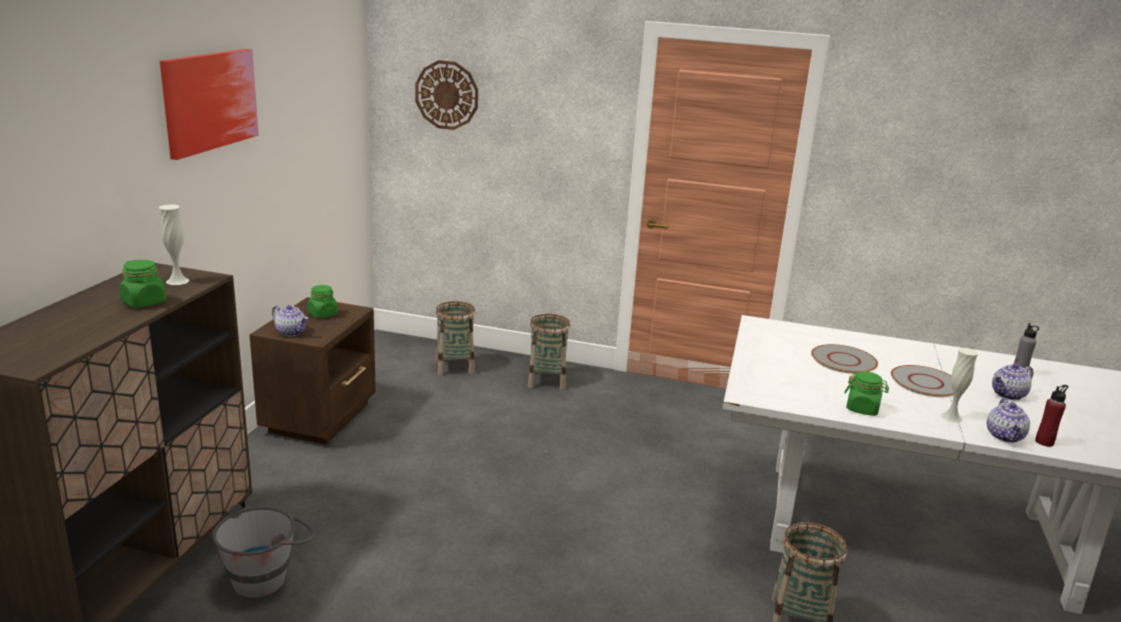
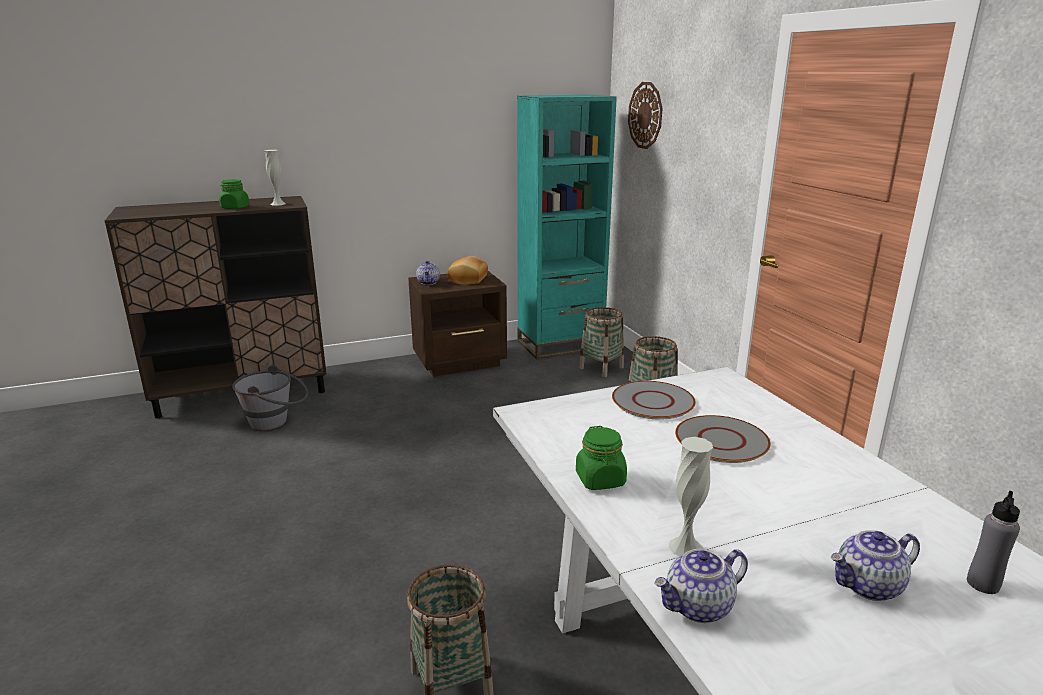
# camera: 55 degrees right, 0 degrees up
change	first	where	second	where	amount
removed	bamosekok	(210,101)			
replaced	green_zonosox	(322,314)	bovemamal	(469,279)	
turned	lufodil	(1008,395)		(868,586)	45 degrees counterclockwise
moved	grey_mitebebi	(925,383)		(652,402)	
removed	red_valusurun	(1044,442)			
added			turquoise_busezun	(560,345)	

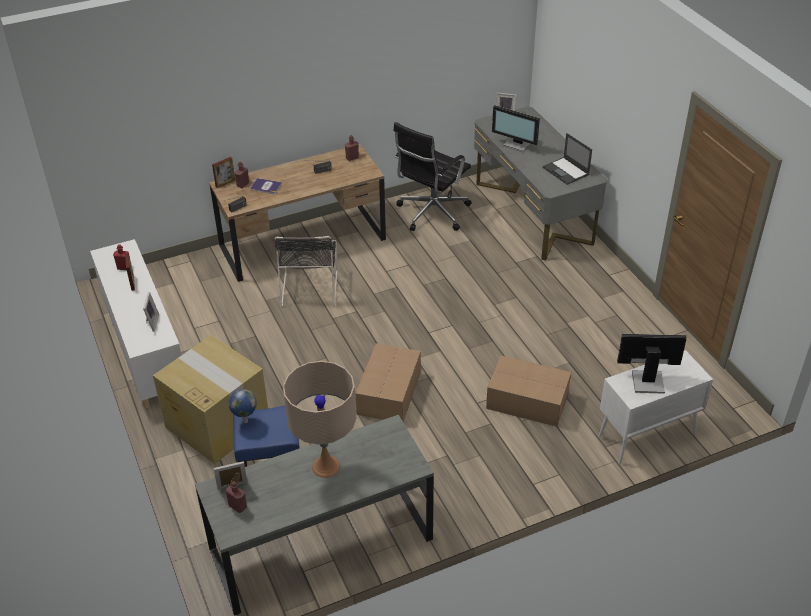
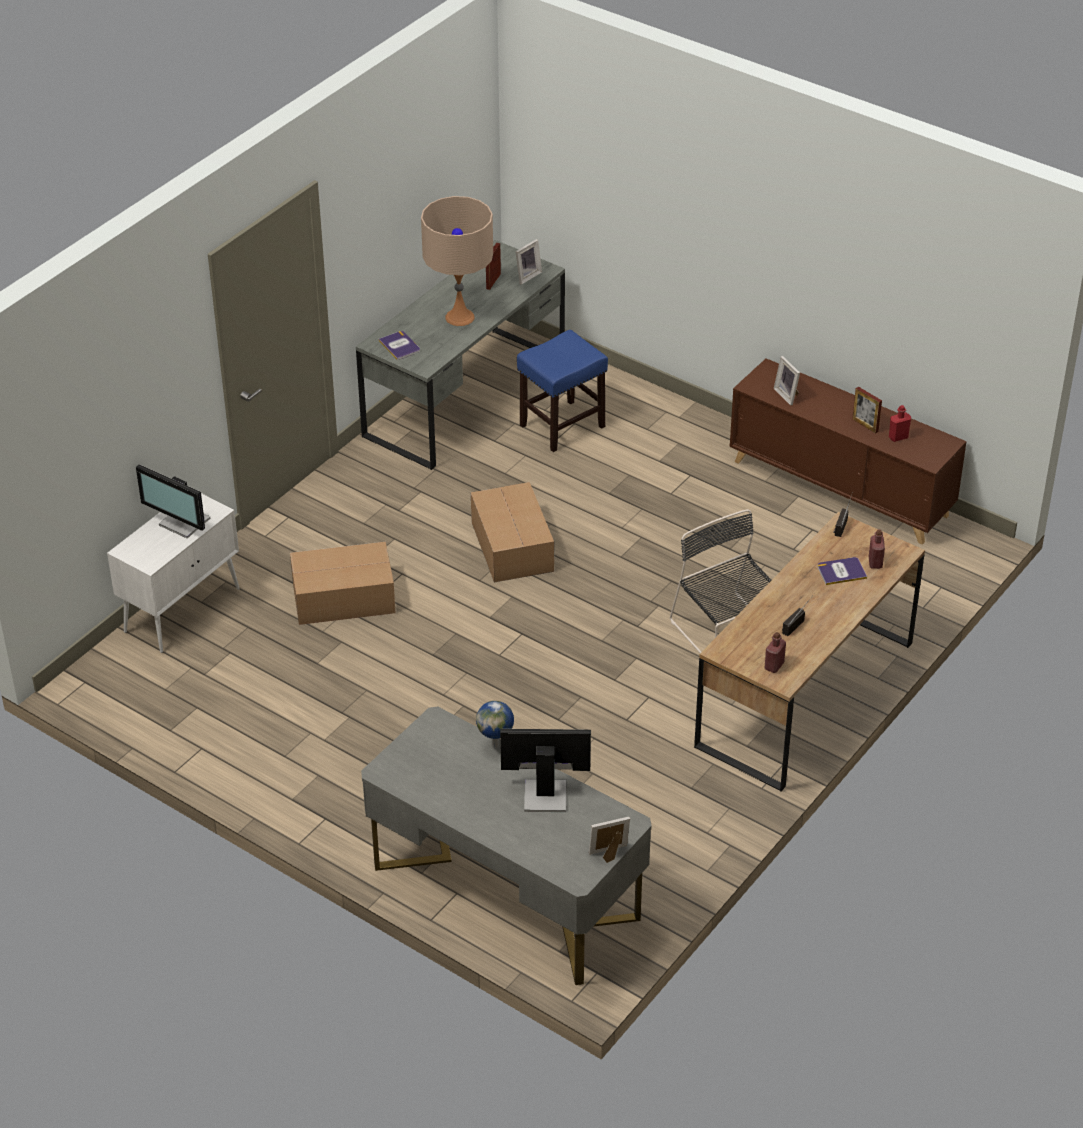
# camera: 150 degrees right, 0 degrees up
change	first	where	second	where	amount
removed	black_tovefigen	(431,213)			
removed	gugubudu	(566,171)			
moved	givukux	(225,183)		(493,281)	
recoloured	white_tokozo	(145,347)	brown_tokozo	(841,488)	
turned	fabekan	(647,381)		(183,523)	60 degrees clockwise
removed	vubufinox	(216,423)			
moved	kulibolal	(245,421)		(496,745)	
removed	red_valusurun	(238,506)			
added			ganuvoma	(399,346)	

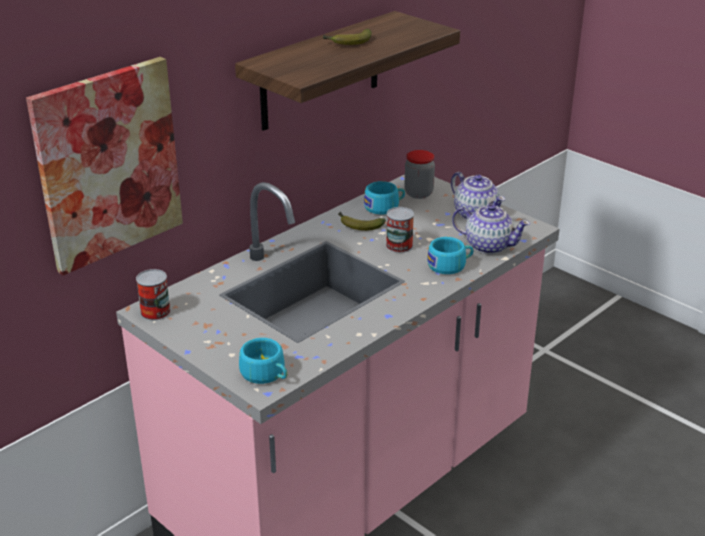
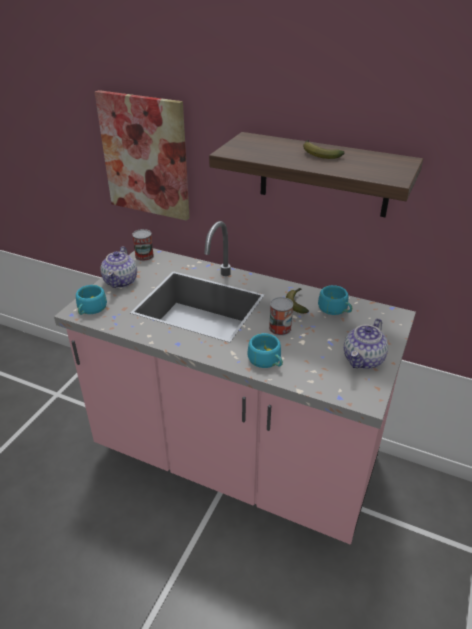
# camera: 70 degrees right, 5 degrees up
change	first	where	second	where	amount
removed	zonosox	(418,193)			
moved	lufodil	(488,245)		(121,281)	

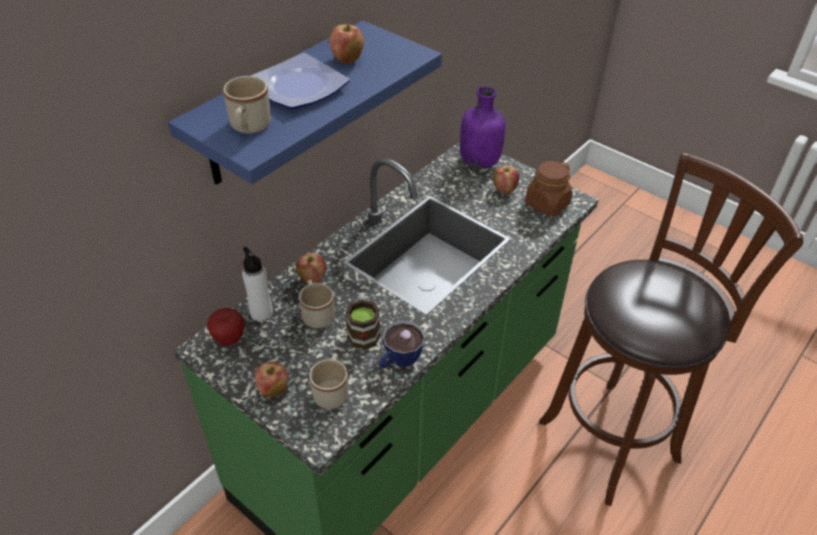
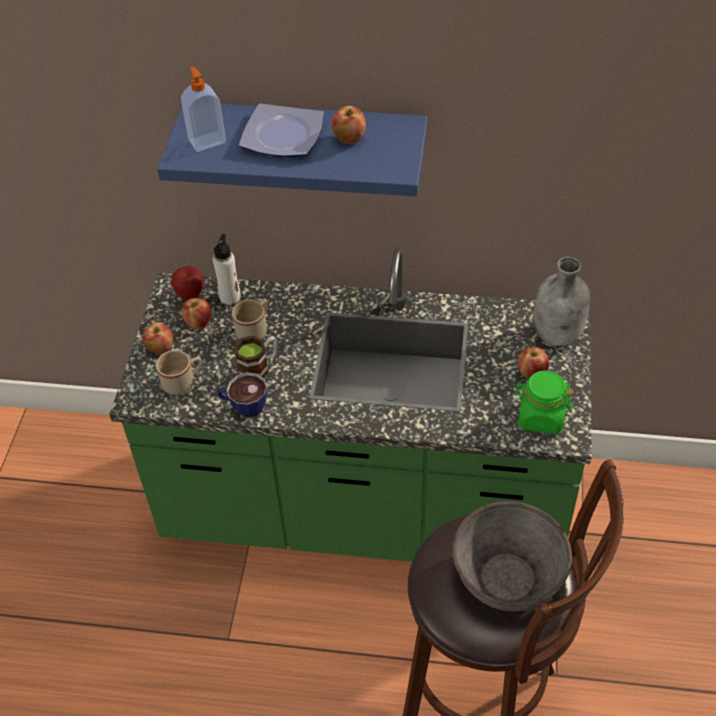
# camera: 60 degrees right, 5 degrees up
change	first	where	second	where	amount
replaced	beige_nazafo	(249,128)	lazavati	(207,141)	
recoloured	purple_valusurun	(480,161)	grey_valusurun	(558,334)	
recoloured	brown_zonosox	(547,204)	green_zonosox	(540,417)	
moved	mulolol	(312,279)		(199,323)	
added			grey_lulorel	(508,578)	

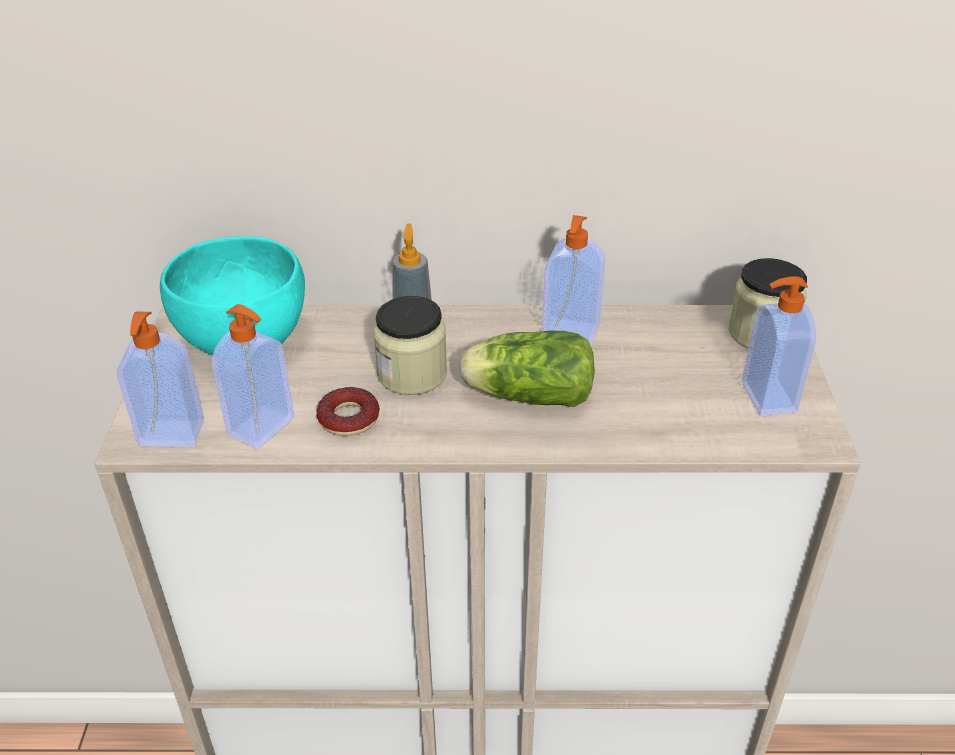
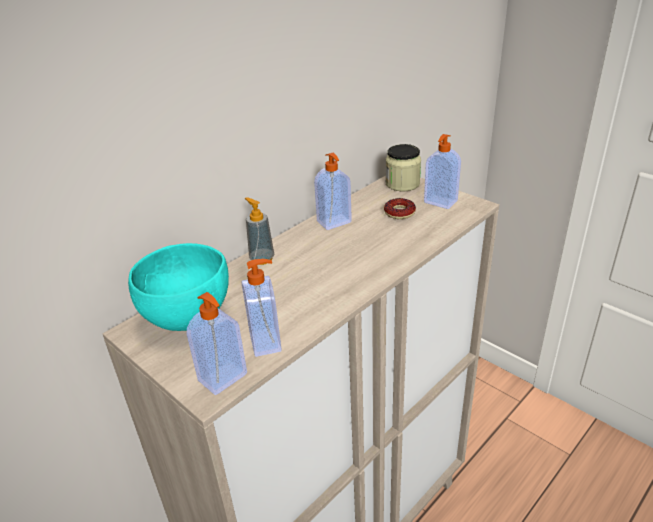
# camera: 45 degrees left, 5 degrees down
change	first	where	second	where	amount
removed	zonosox	(412,374)			
removed	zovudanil	(525,395)			
moved	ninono	(349,418)		(399,212)	

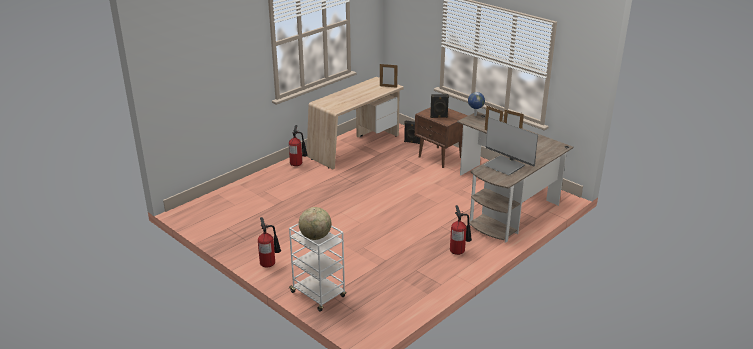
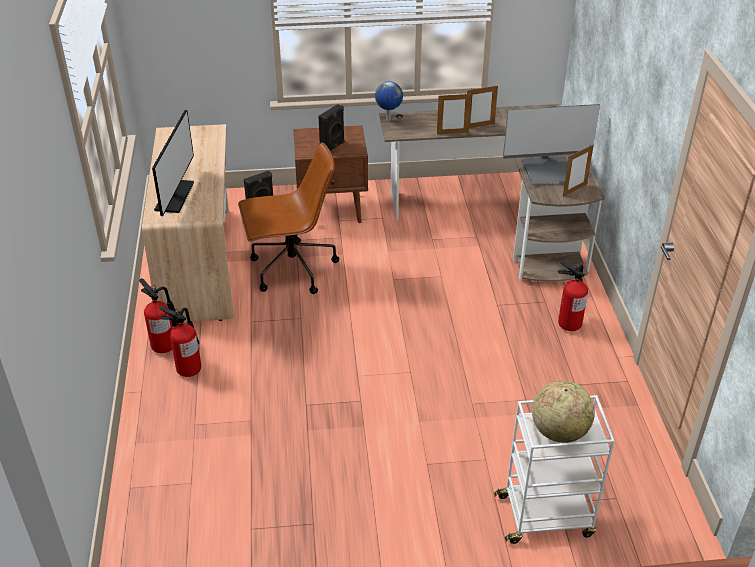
# camera: 50 degrees left, 10 degrees up
change	first	where	second	where	amount
moved	givukux	(388,86)		(574,190)	
moved	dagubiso	(269,263)		(189,368)	
added			fabekan	(174,196)	
added			brown_tovefigen	(291,270)	

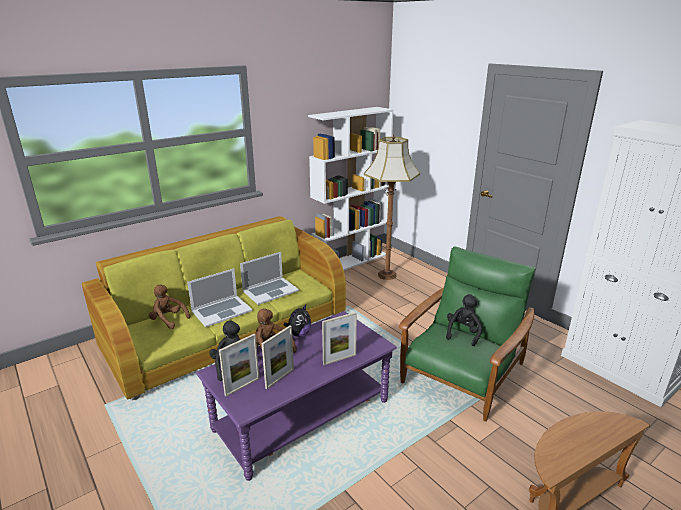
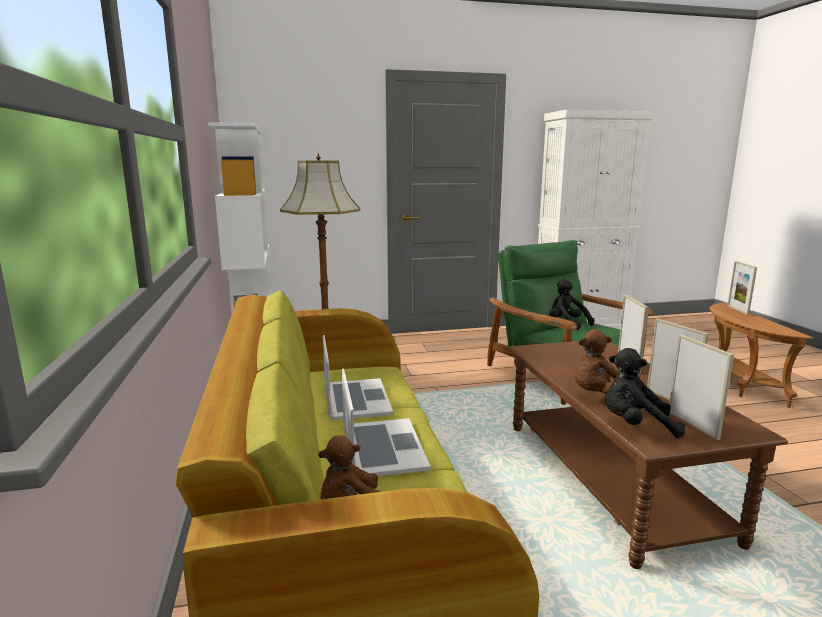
# camera: 65 degrees left, 10 degrees down
change	first	where	second	where	amount
removed	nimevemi	(299,334)			
recoloured	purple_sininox	(303,415)	brown_sininox	(610,478)	
added			givukux	(737,310)	

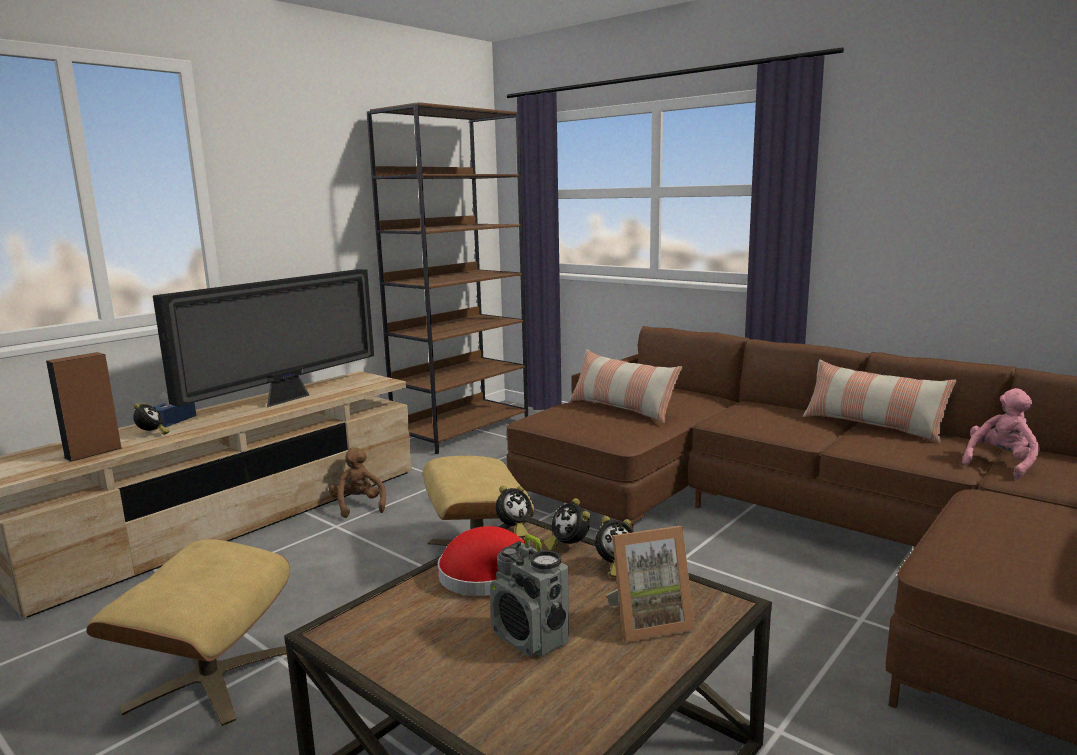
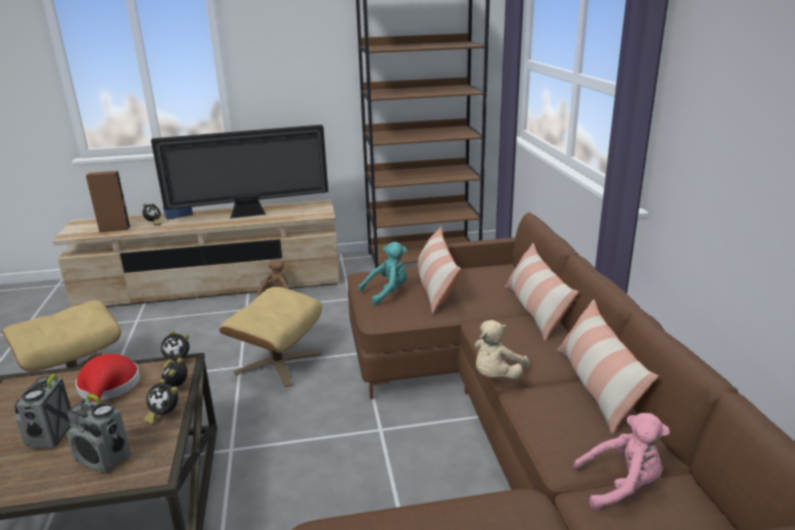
# camera: 40 degrees right, 10 degrees up
change	first	where	second	where	amount
replaced	givukux	(648,621)	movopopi	(104,459)	
added			turquoise_nimevemi	(387,292)	
added			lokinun	(535,310)	
added			beige_nimevemi	(496,376)	

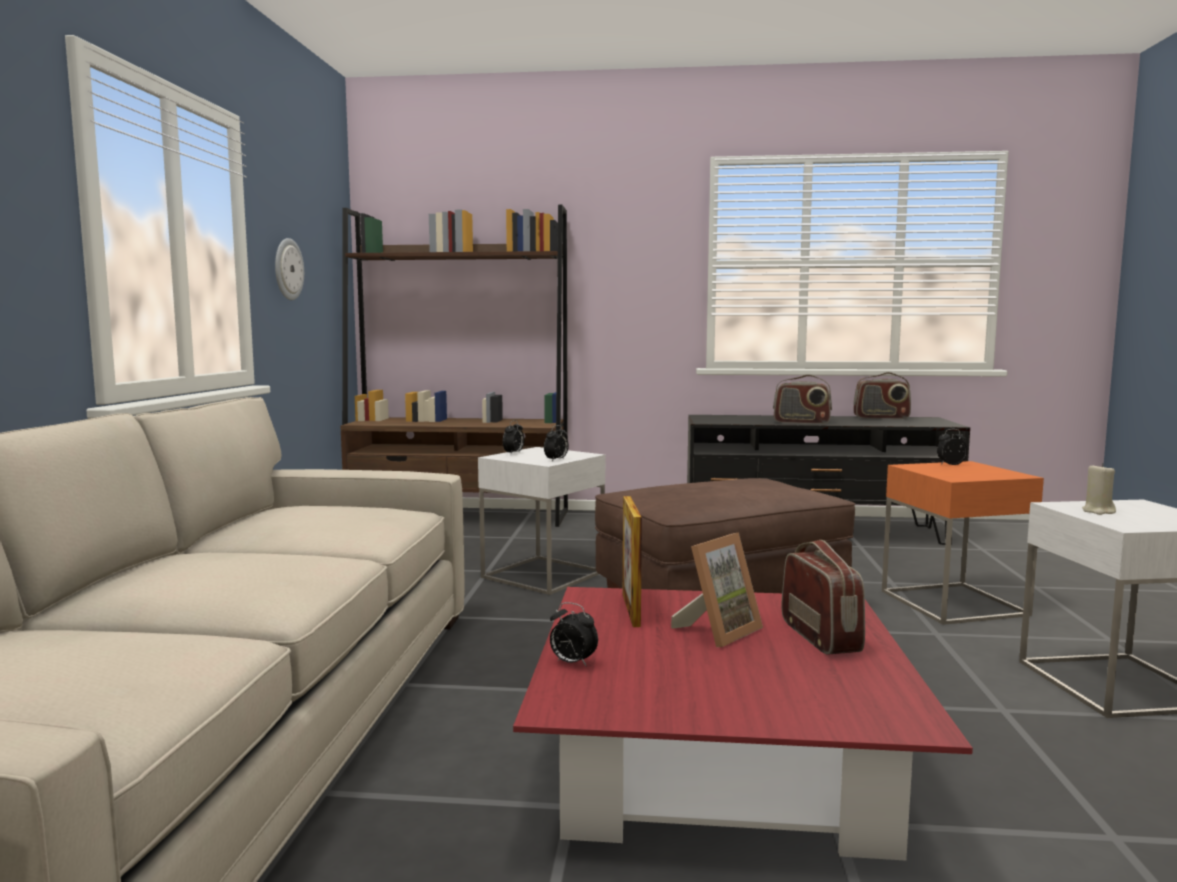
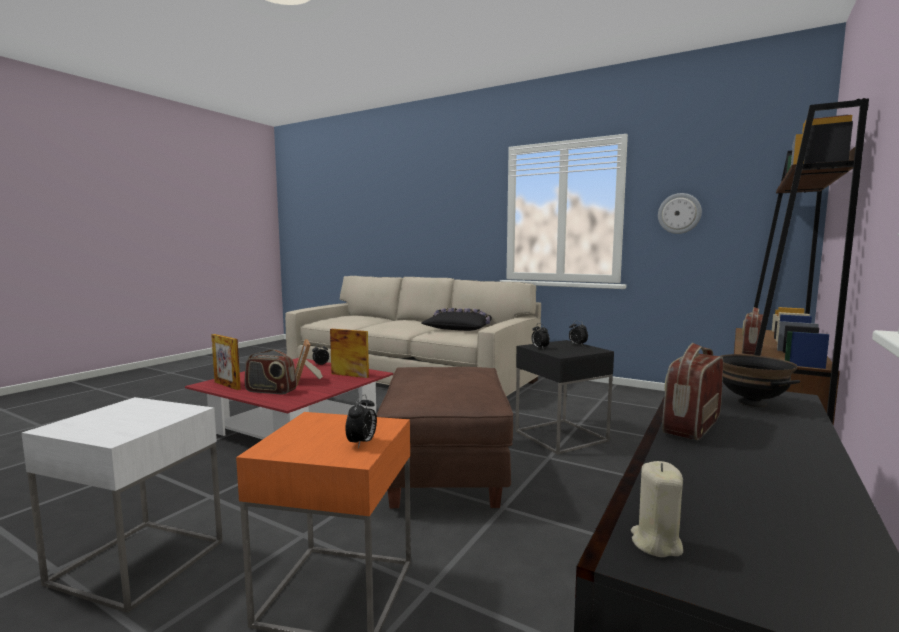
# camera: 115 degrees right, 0 degrees up
change	first	where	second	where	amount
moved	movopopi	(881,418)		(751,351)	
recoloured	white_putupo	(543,574)	black_putupo	(561,436)	
moved	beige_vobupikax	(1098,511)		(656,543)	
added			black_lokinun	(460,328)	
added			givukux	(227,385)	
added			black_lulorel	(753,402)	

